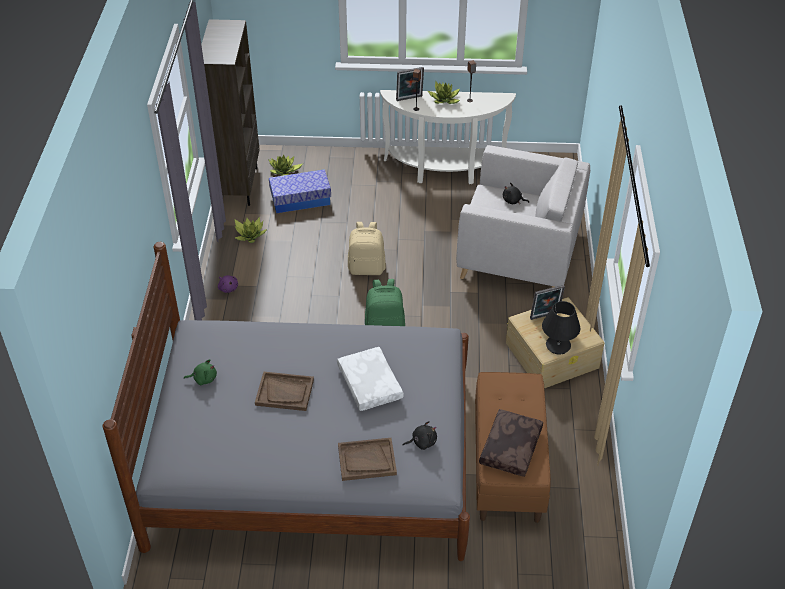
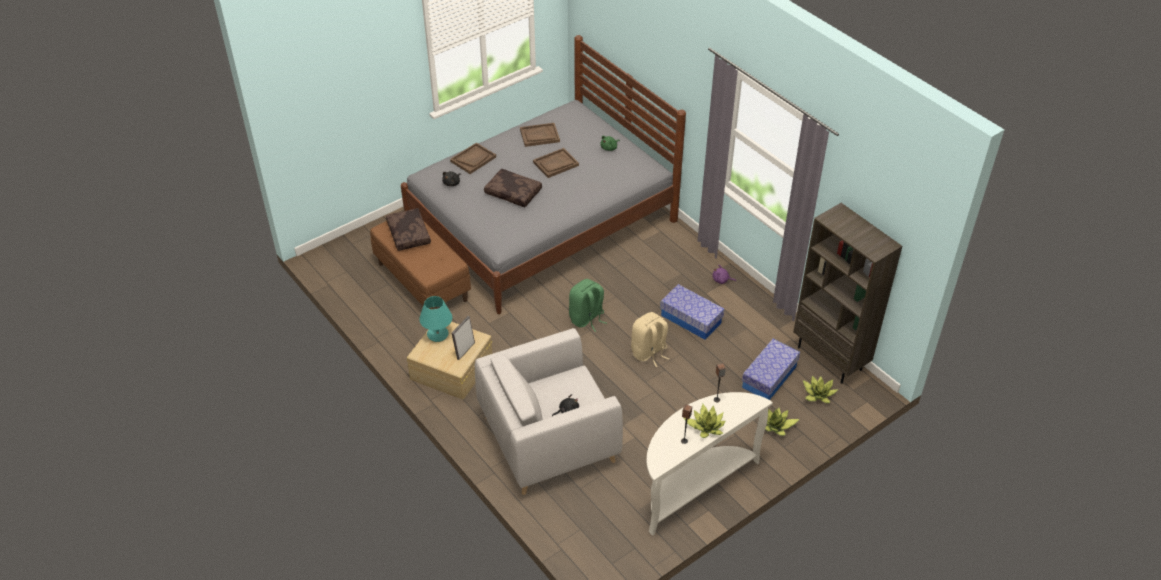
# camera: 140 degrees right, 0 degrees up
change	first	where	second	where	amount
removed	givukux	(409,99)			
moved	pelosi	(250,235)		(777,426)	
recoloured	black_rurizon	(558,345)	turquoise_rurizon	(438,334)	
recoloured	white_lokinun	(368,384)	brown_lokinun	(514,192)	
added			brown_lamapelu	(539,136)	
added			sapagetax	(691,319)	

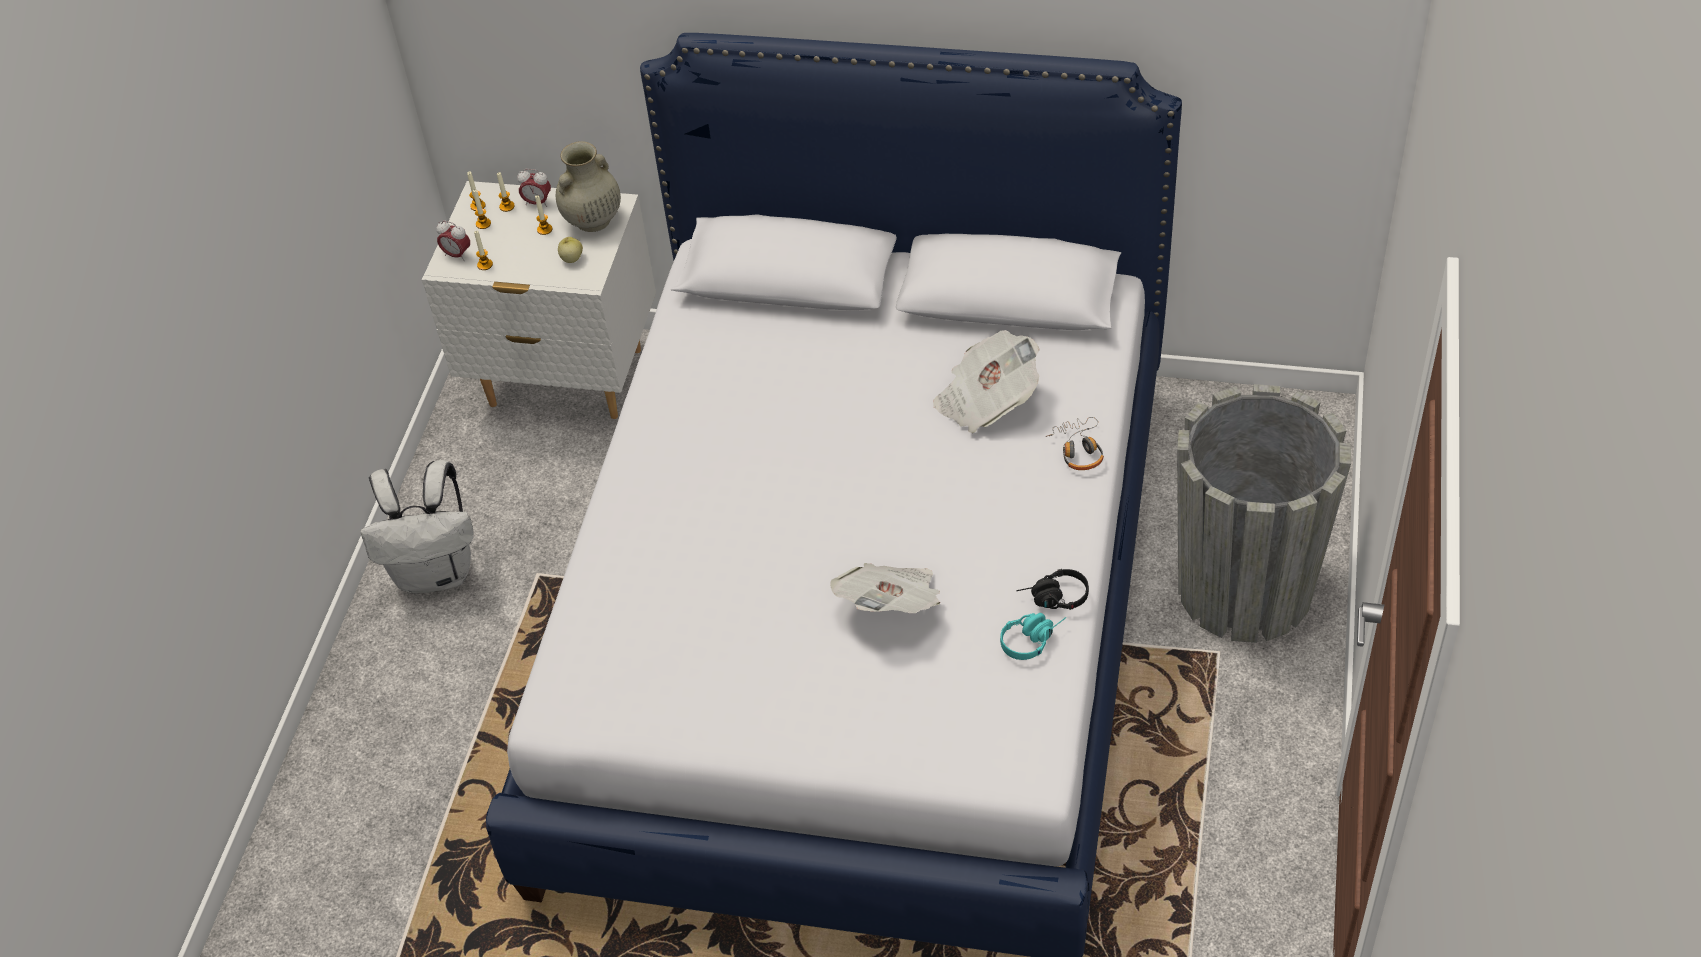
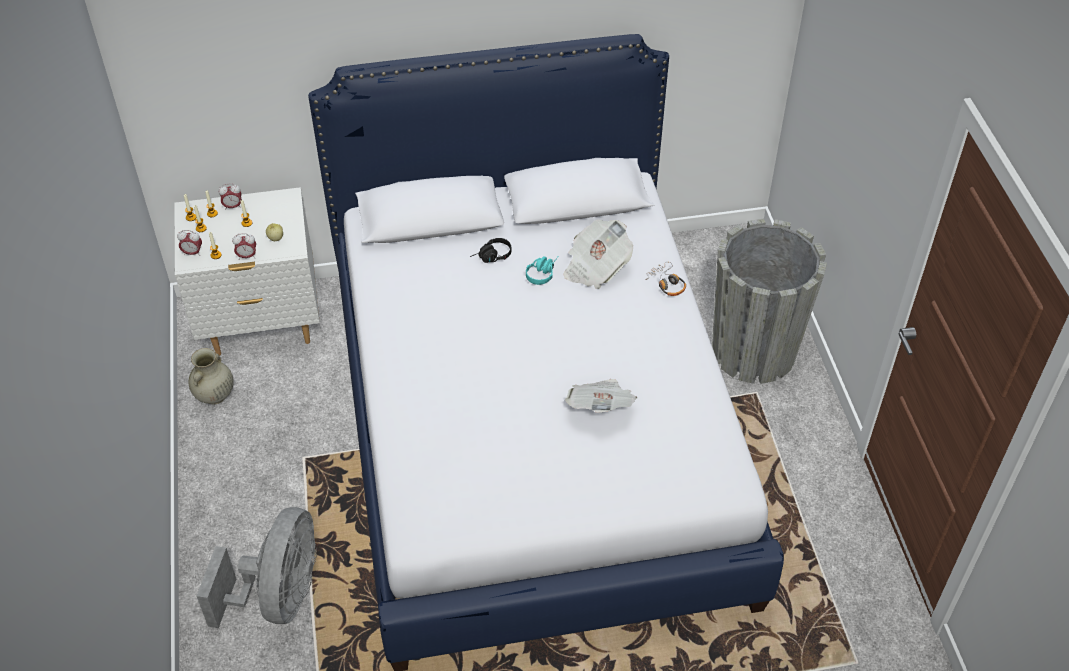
# camera: 25 degrees left, 0 degrees up
change	first	where	second	where	amount
moved	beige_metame	(592,221)		(214,396)	
removed	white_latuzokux	(437,572)			
moved	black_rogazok	(1053,599)		(491,257)	
moved	turquoise_rogazok	(1032,638)		(542,272)	
added			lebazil	(247,256)	
added			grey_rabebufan	(279,596)	

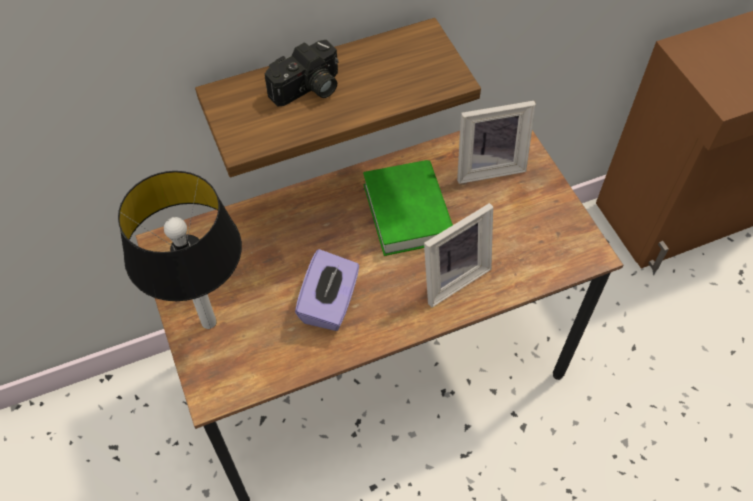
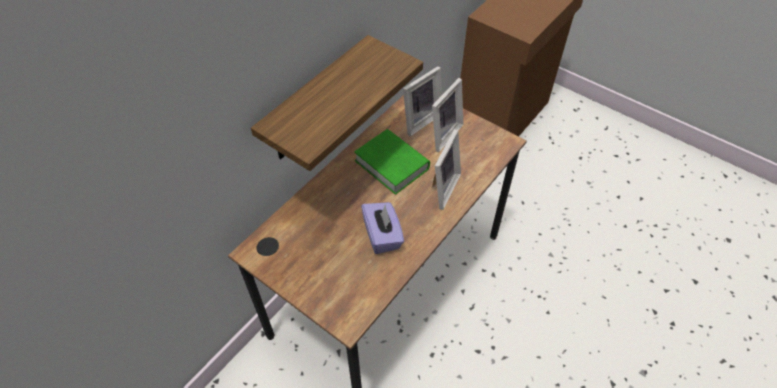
# camera: 30 degrees left, 5 degrees down
change	first	where	second	where	amount
removed	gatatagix	(308,90)			
removed	rurizon	(210,322)			
added			givukux	(442,134)	

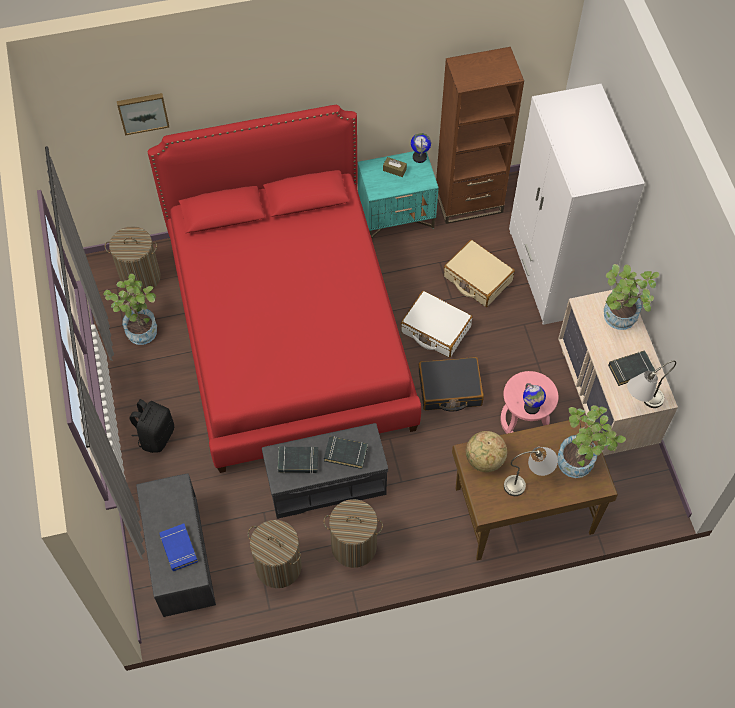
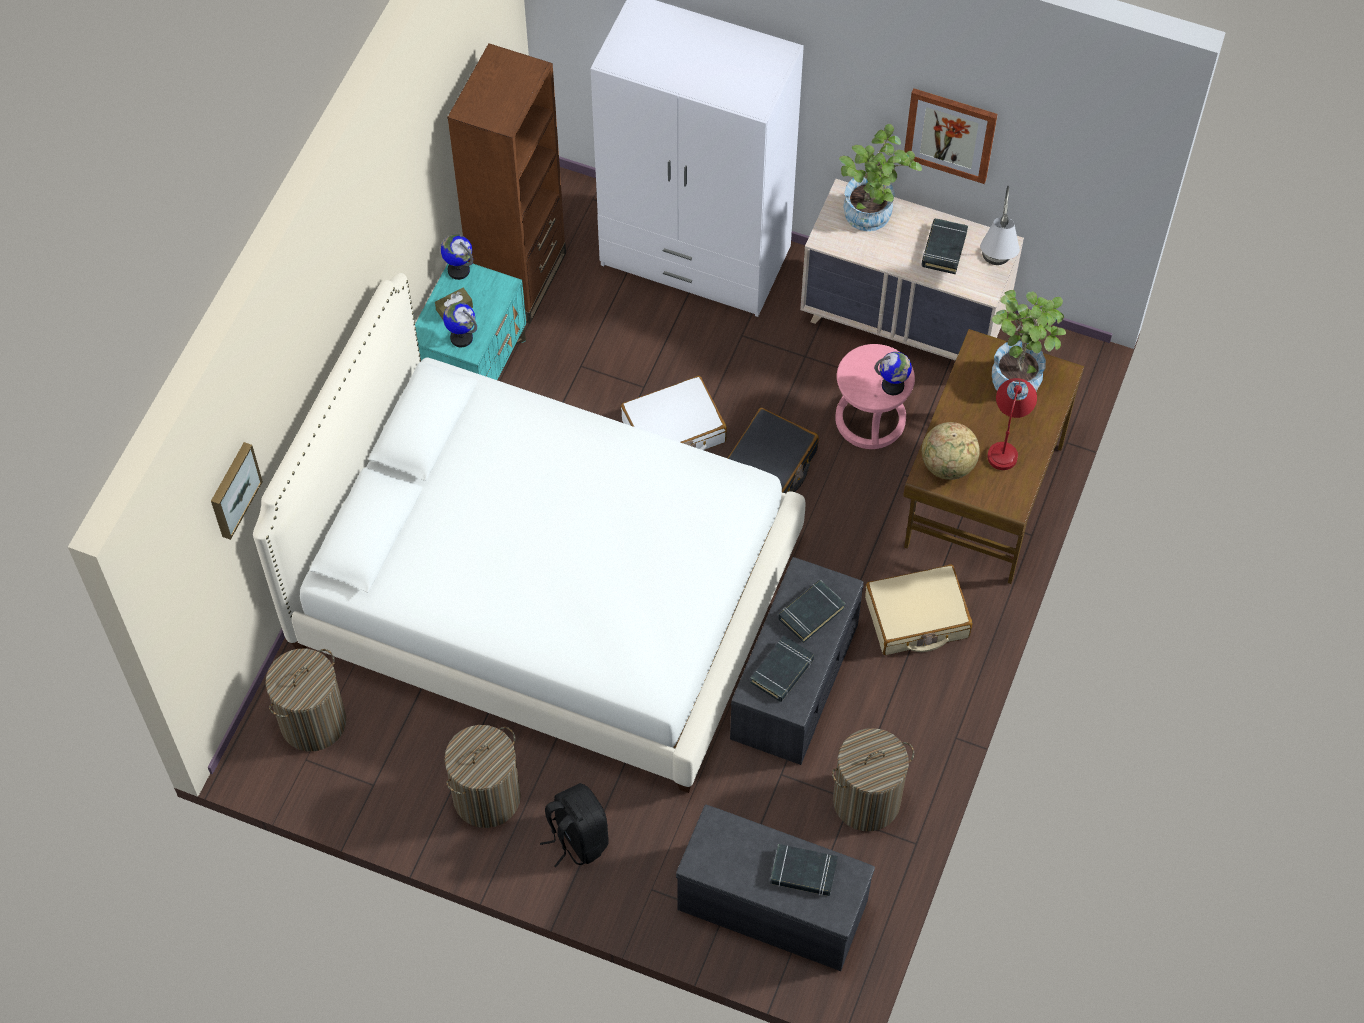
# camera: 55 degrees left, 0 degrees up
change	first	where	second	where	amount
recoloured	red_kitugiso	(290,331)	white_kitugiso	(546,592)	
moved	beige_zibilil	(477,279)		(916,618)	
removed	pelosi	(140,327)			
recoloured	grey_rurizon	(528,482)	red_rurizon	(1007,440)	
moved	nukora	(353,546)		(486,797)	
recoloured	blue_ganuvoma	(178,548)	black_ganuvoma	(803,872)	
added			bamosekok	(950,134)	
added			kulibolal	(461,337)	

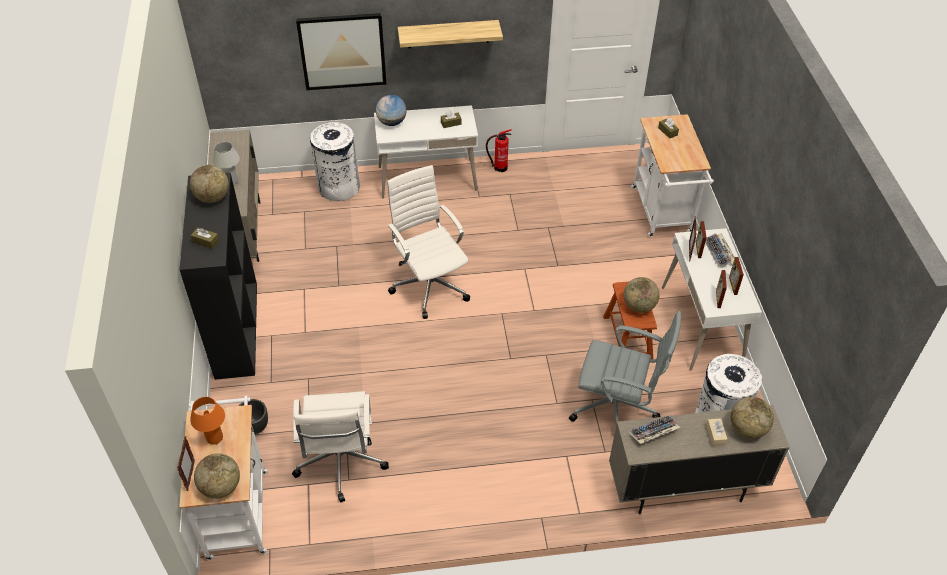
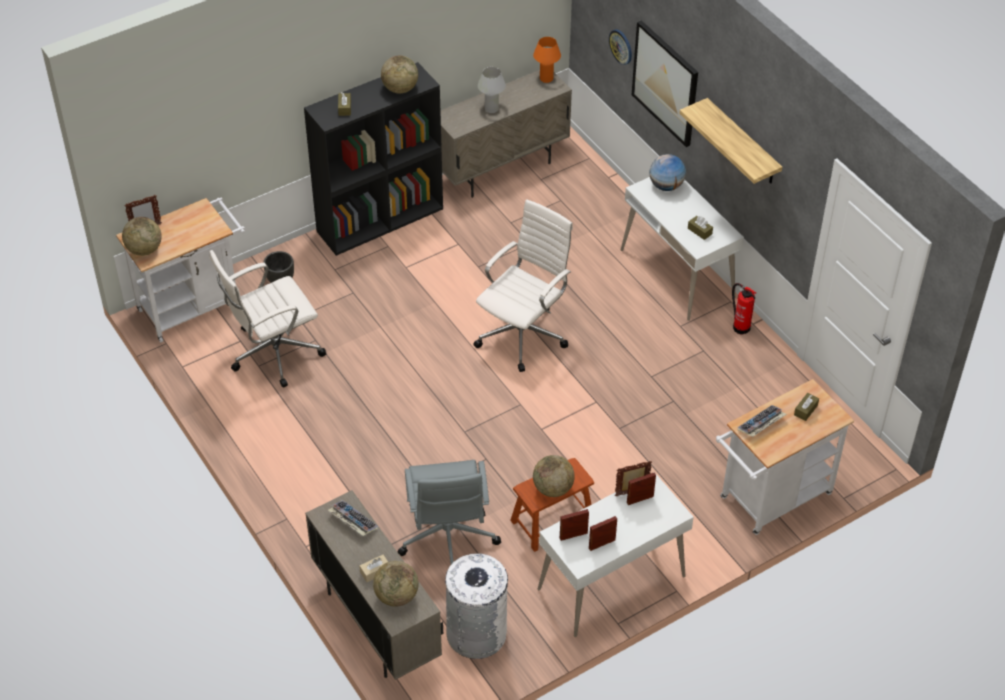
# camera: 65 degrees right, 0 degrees up
change	first	where	second	where	amount
removed	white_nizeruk	(338,187)			
moved	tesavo	(719,253)		(761,425)	
moved	orange_rurizon	(214,438)		(546,78)	
added			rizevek	(621,46)	

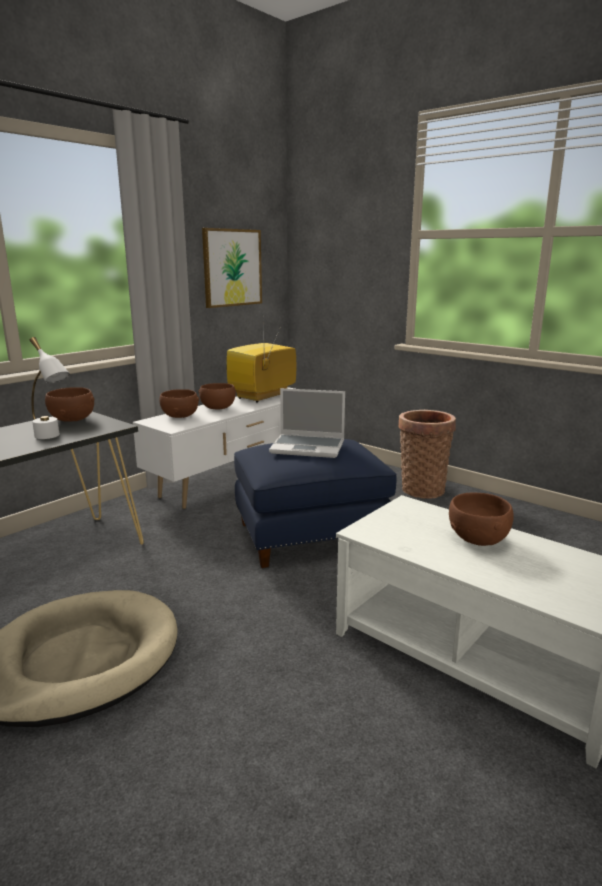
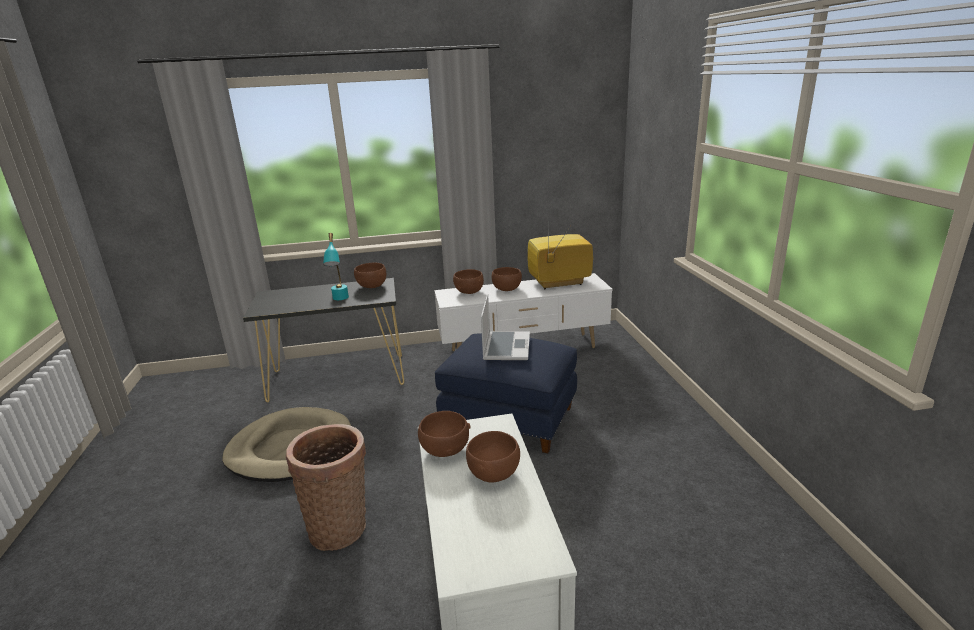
# camera: 40 degrees right, 5 degrees up
change	first	where	second	where	amount
removed	bamosekok	(232,268)			
recoloured	white_rurizon	(52,438)	turquoise_rurizon	(340,300)	
turned	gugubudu	(309,447)		(506,347)	135 degrees counterclockwise
moved	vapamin	(422,488)		(340,526)	
added			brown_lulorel	(444,450)	

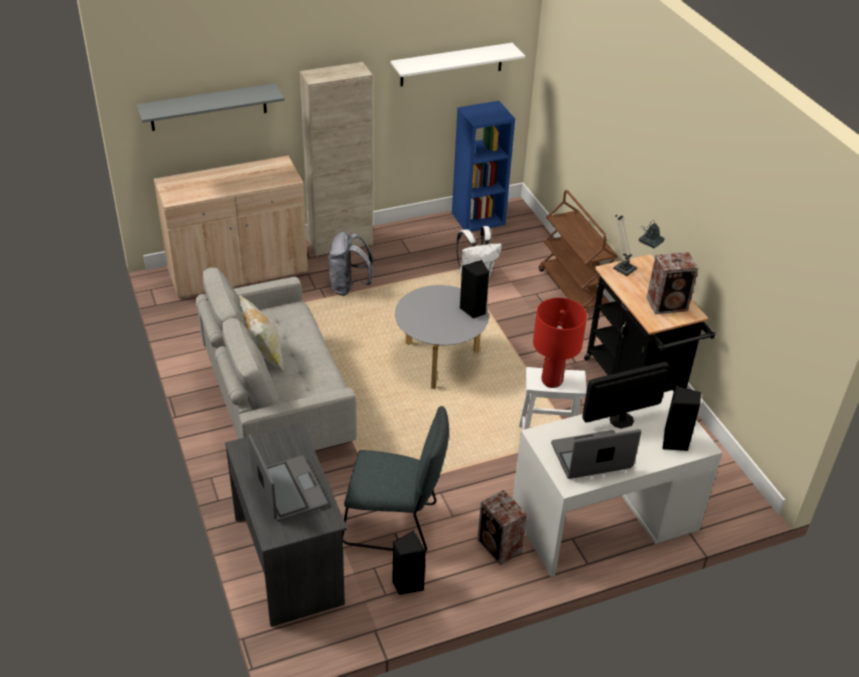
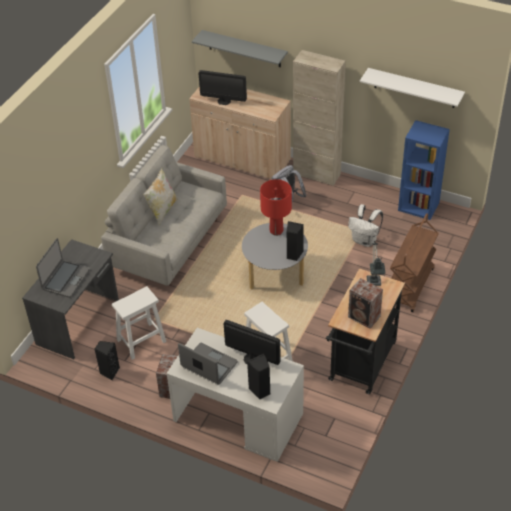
# camera: 50 degrees right, 5 degrees up
change	first	where	second	where	amount
moved	red_rurizon	(551,381)		(276,231)	
replaced	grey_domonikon	(394,524)	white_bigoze	(140,341)	
added			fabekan	(224,101)	

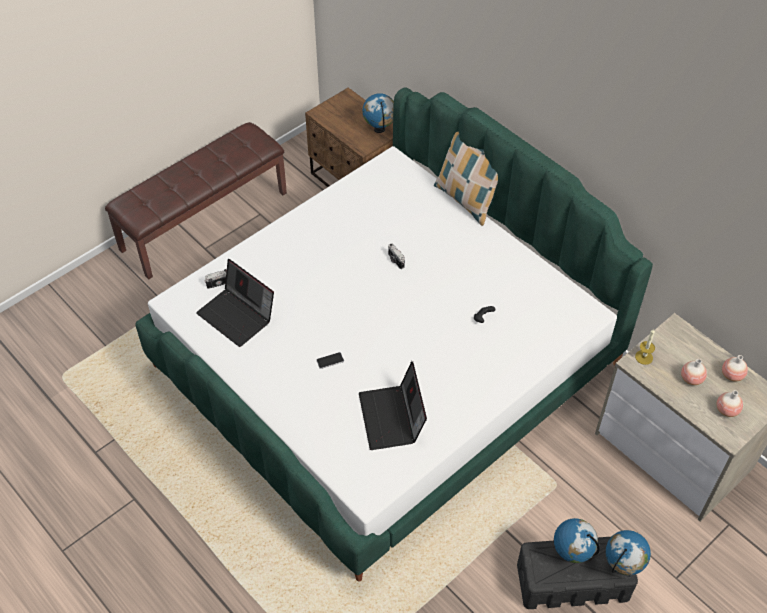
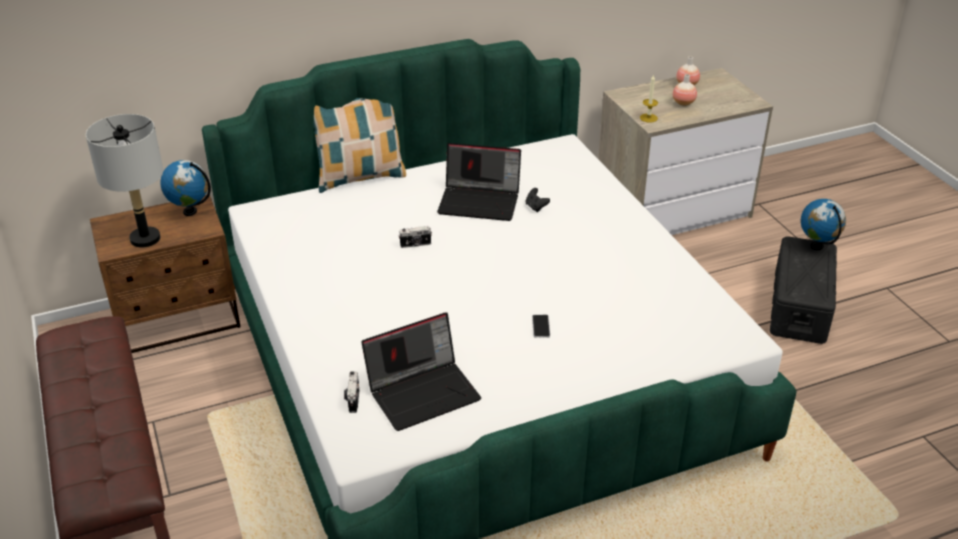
# camera: 70 degrees left, 15 degrees down
change	first	where	second	where	amount
moved	gugubudu	(392,418)		(480,201)	
removed	metame	(727,410)			
removed	kulibolal	(571,554)			
added			grey_rurizon	(145,239)	

